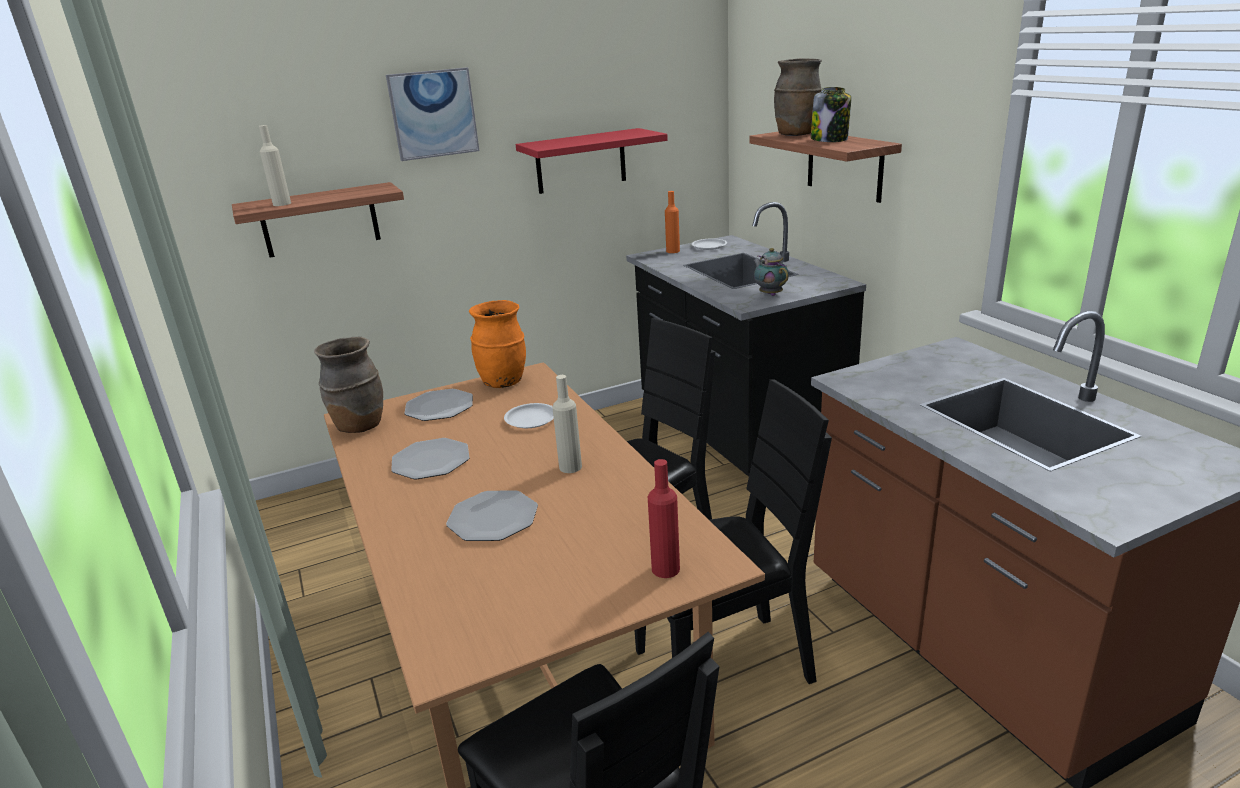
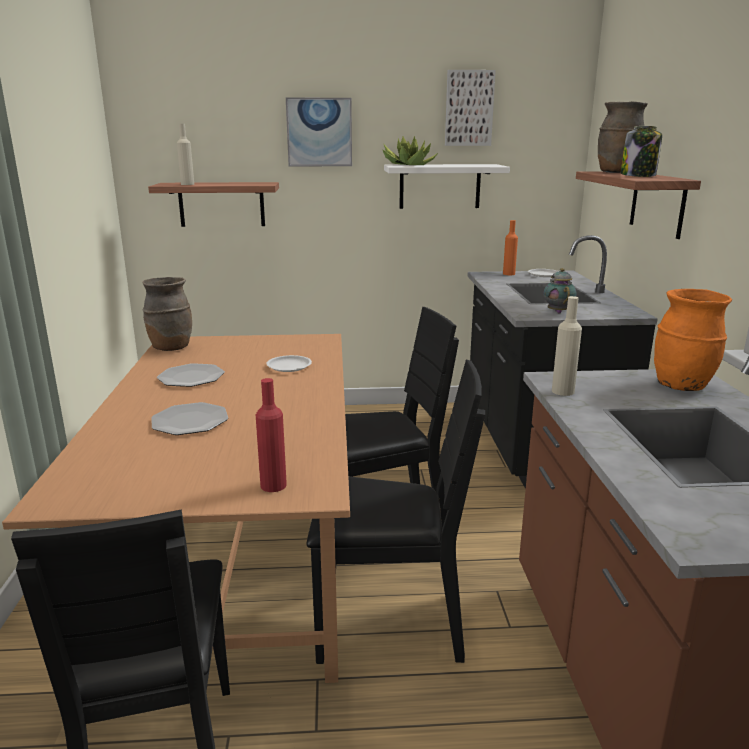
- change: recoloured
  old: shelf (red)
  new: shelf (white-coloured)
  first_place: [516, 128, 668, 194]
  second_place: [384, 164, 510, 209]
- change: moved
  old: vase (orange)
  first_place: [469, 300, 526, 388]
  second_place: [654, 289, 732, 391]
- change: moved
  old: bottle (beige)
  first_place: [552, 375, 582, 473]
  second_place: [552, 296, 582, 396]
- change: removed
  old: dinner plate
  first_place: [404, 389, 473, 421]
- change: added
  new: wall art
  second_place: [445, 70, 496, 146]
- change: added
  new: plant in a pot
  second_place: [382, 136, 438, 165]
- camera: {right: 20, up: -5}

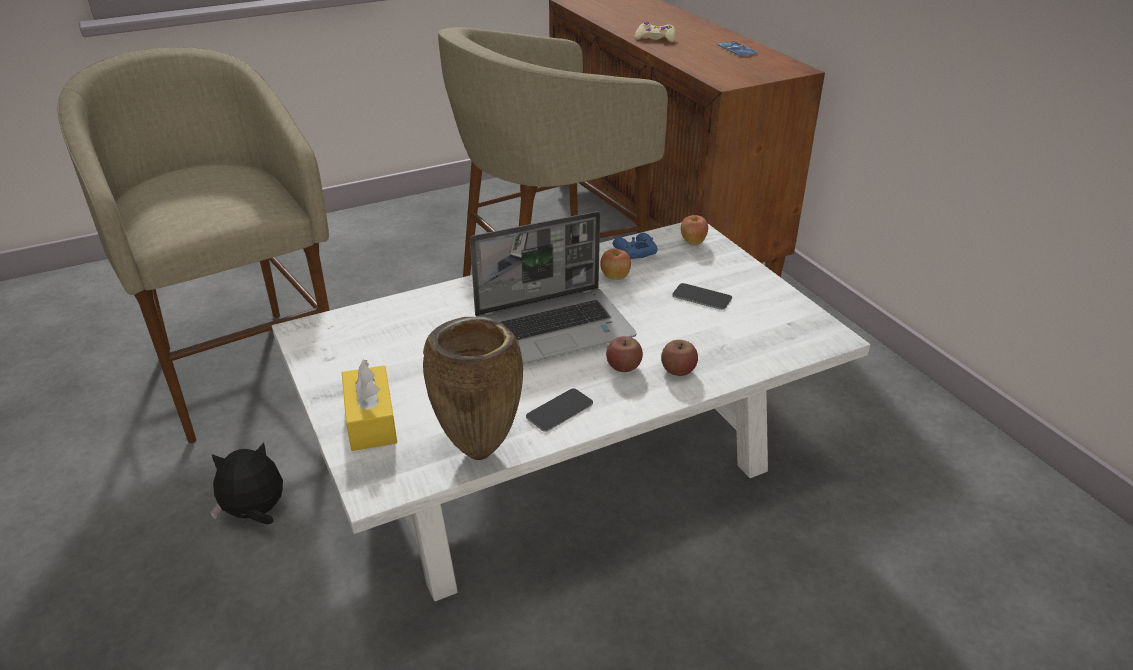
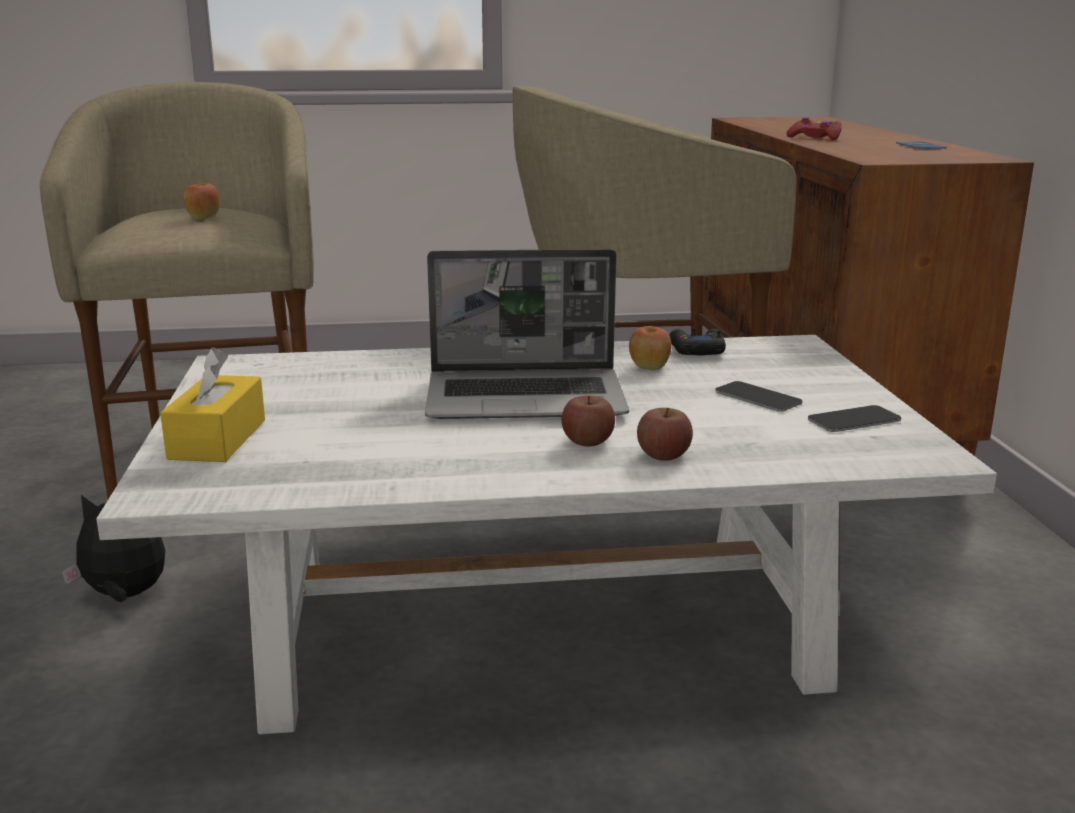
- change: recoloured
  old: joypad (beige)
  new: joypad (red)
  first_place: [635, 22, 675, 42]
  second_place: [787, 117, 842, 140]
- change: moved
  old: apple
  first_place: [681, 215, 708, 246]
  second_place: [183, 183, 220, 220]
- change: recoloured
  old: joypad (blue)
  new: joypad (blackish)
  first_place: [613, 233, 658, 259]
  second_place: [669, 327, 726, 355]
- change: removed
  old: vase (brown-coloured)
  first_place: [423, 317, 523, 460]
- change: moved
  old: handset
  first_place: [526, 388, 593, 432]
  second_place: [808, 405, 901, 432]
- camera: {right: 20, up: -15}

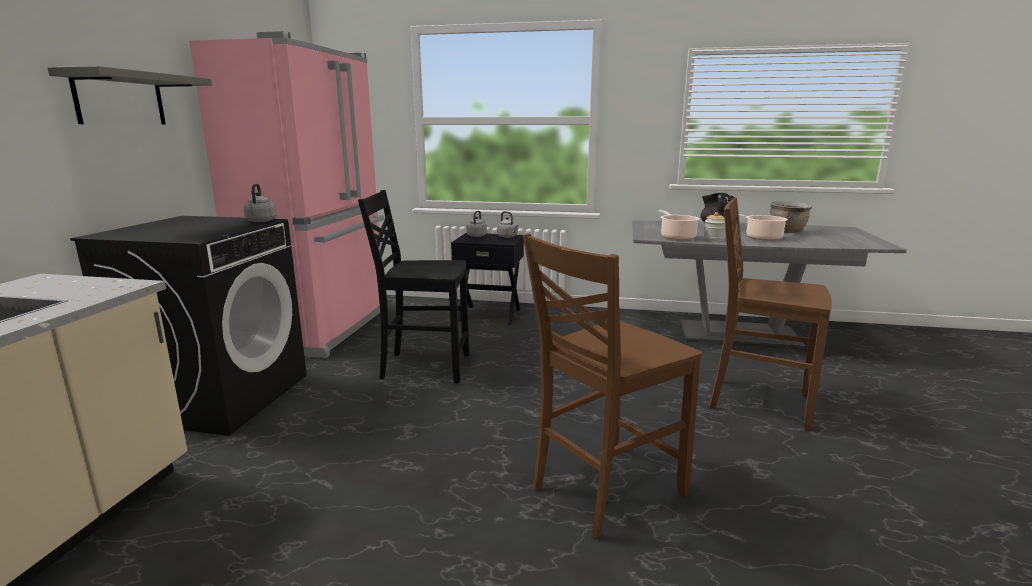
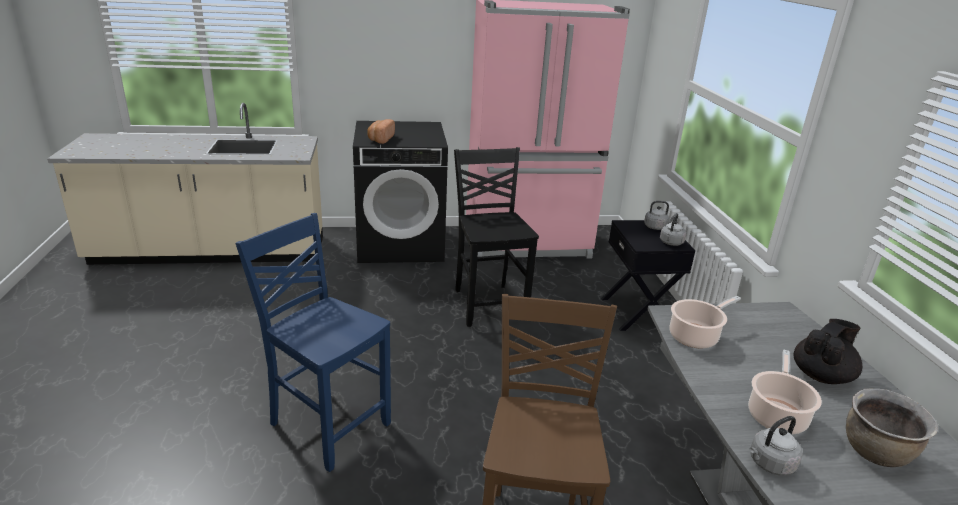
- change: removed
  old: shelf (gray)
  first_place: [47, 66, 212, 124]
- change: moved
  old: kettle (gray)
  first_place: [243, 184, 277, 222]
  second_place: [749, 416, 803, 476]
- change: removed
  old: storage jar
  first_place: [703, 212, 725, 241]
- change: recoloured
  old: plain chair (brown-coloured)
  new: plain chair (blue)
  first_place: [523, 233, 702, 540]
  second_place: [236, 213, 391, 472]
- change: added
  new: baked bread
  second_place: [367, 119, 395, 144]
- camera: {right: 70, up: 10}

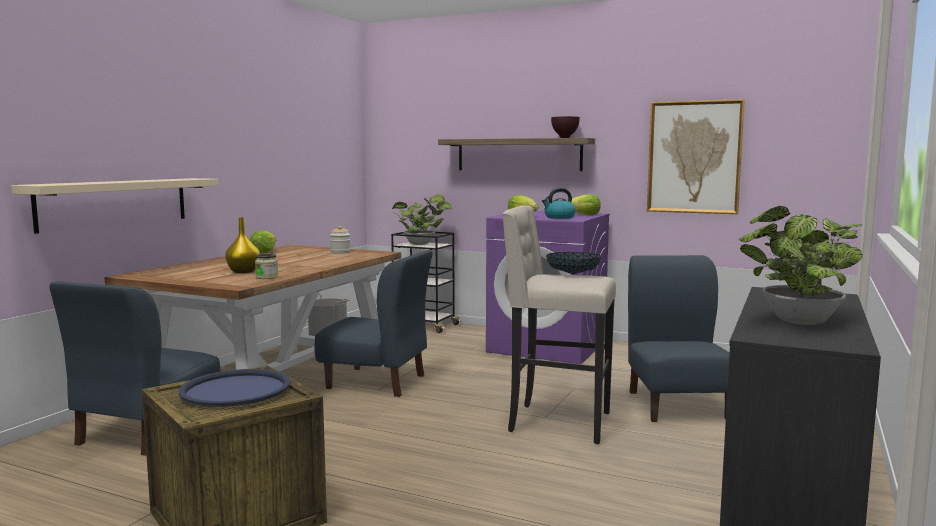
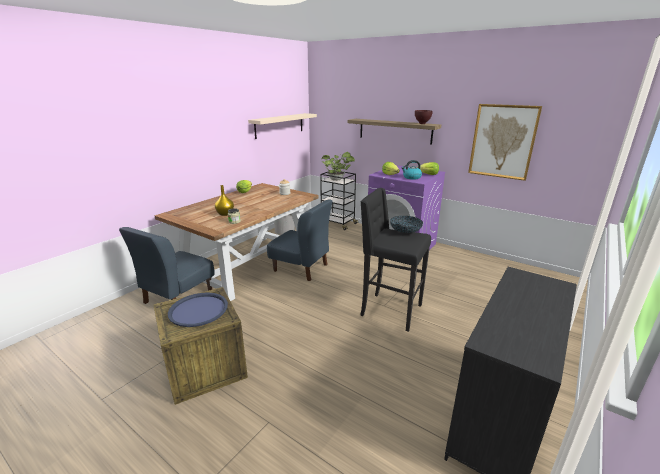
- change: moved
  old: shelf (beige)
  first_place: [11, 178, 219, 234]
  second_place: [248, 113, 317, 139]
- change: recoloured
  old: stool seat (beige)
  new: stool seat (blackish)
  first_place: [502, 205, 616, 444]
  second_place: [360, 188, 431, 332]
- change: removed
  old: plant in a pot
  first_place: [739, 206, 863, 325]
- change: removed
  old: plain chair (blue)
  first_place: [628, 255, 730, 422]
- camera: {right: 10, up: 15}

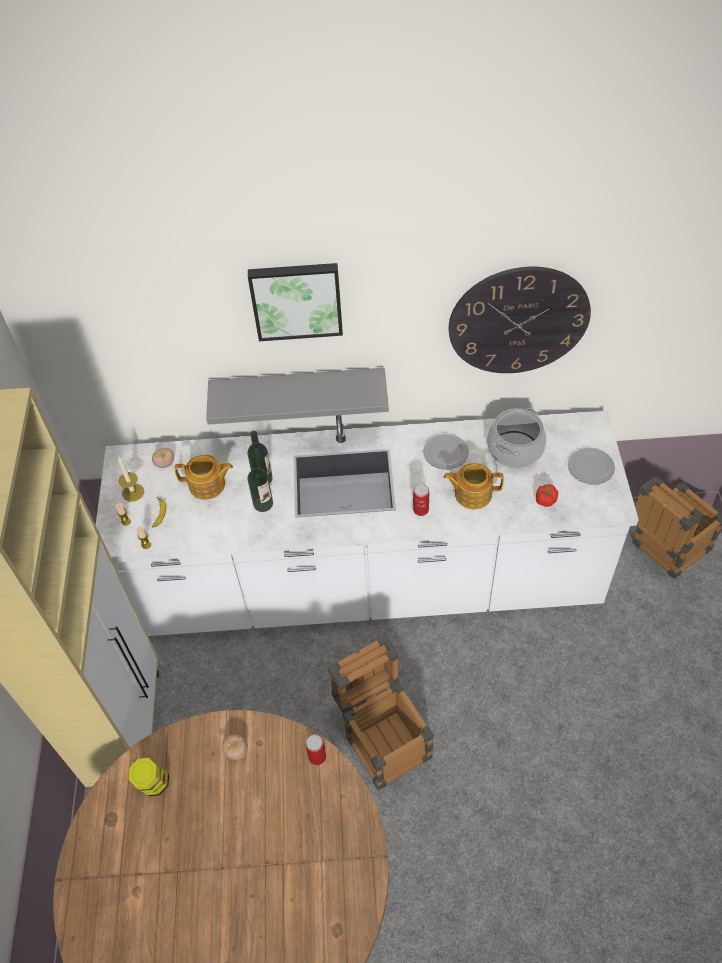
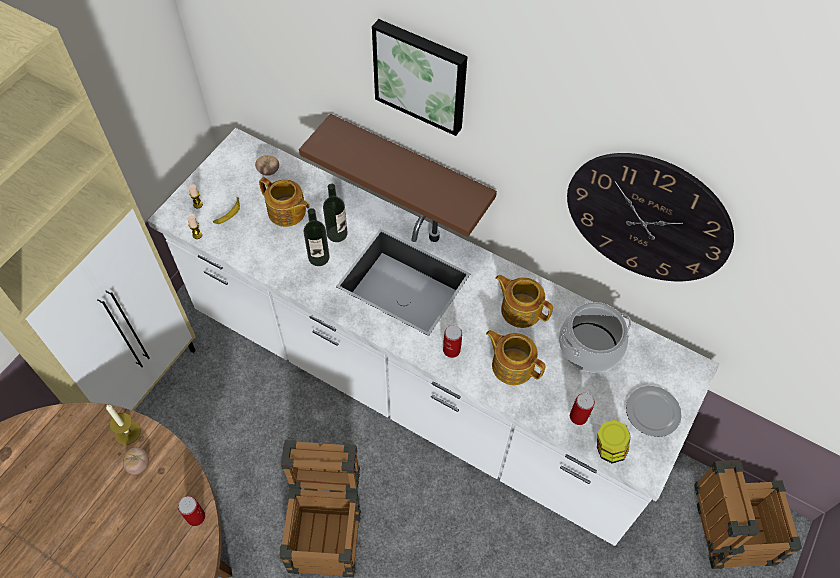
- change: recoloured
  old: shelf (gray)
  new: shelf (brown-coloured)
  first_place: [206, 368, 389, 425]
  second_place: [299, 114, 497, 237]
- change: replaced
  old: dinner plate
  new: tea pot
  first_place: [423, 434, 469, 470]
  second_place: [495, 275, 553, 328]
- change: moved
  old: wax light
  first_place: [118, 457, 144, 502]
  second_place: [106, 405, 141, 445]
- change: replaced
  old: tomato
  new: can
  first_place: [536, 484, 558, 507]
  second_place: [570, 393, 595, 425]
- change: moved
  old: storage jar
  first_place: [128, 758, 169, 796]
  second_place: [597, 420, 631, 464]
- camera: {right: 30, up: 5}

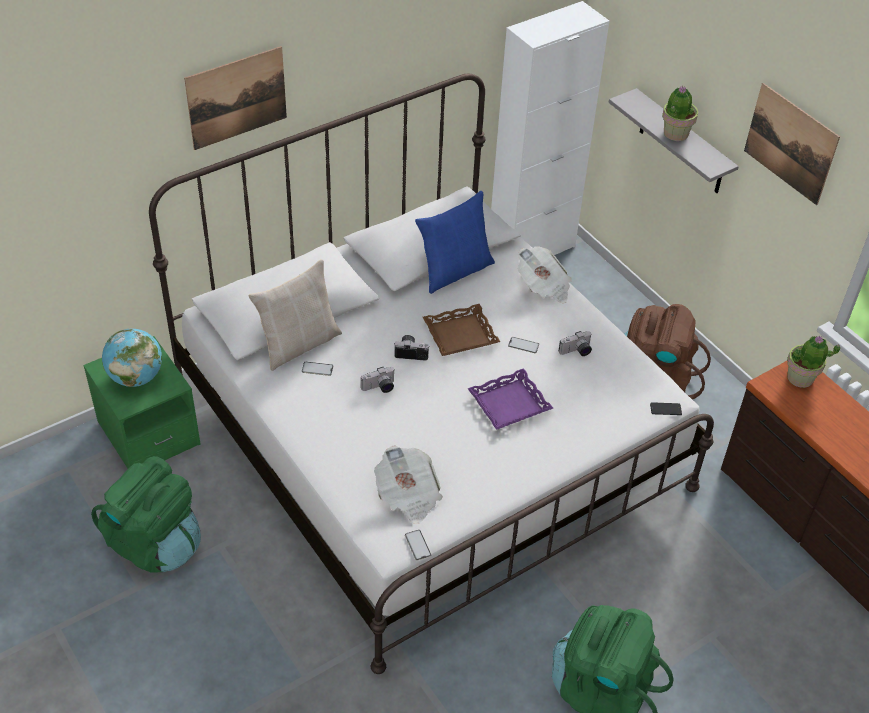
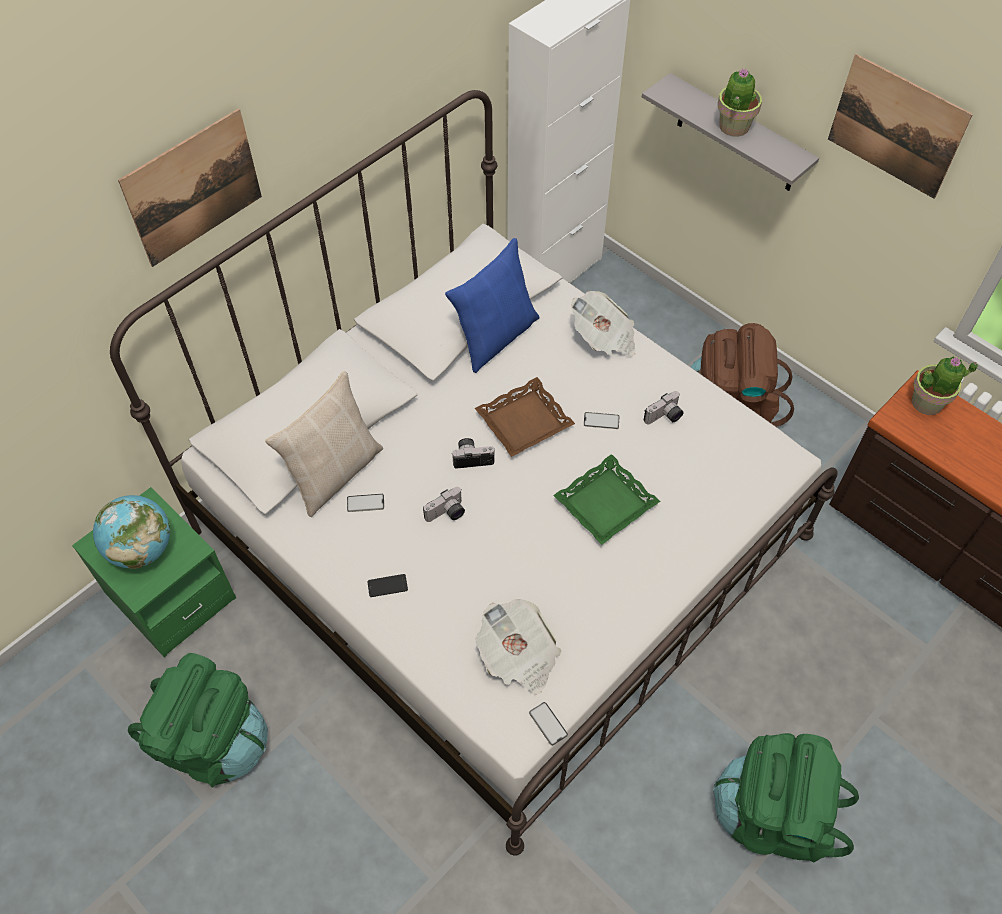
- change: recoloured
  old: serving tray (purplish)
  new: serving tray (greenish)
  first_place: [468, 368, 553, 430]
  second_place: [553, 454, 660, 545]
- change: moved
  old: handset
  first_place: [650, 402, 682, 415]
  second_place: [367, 574, 408, 597]
- camera: {right: -10, up: 10}

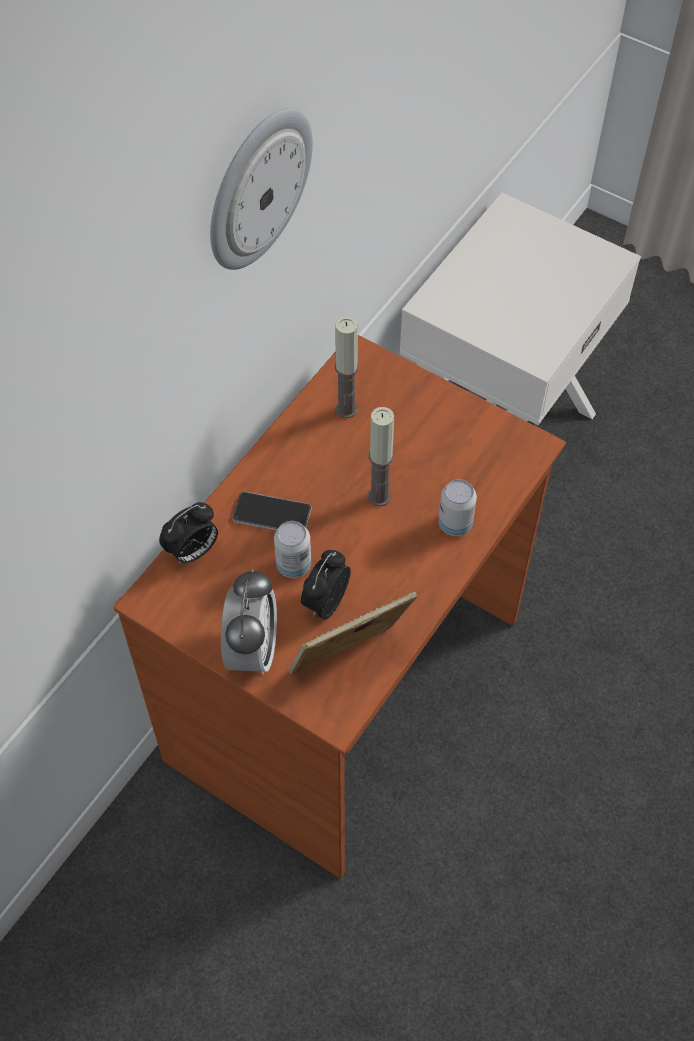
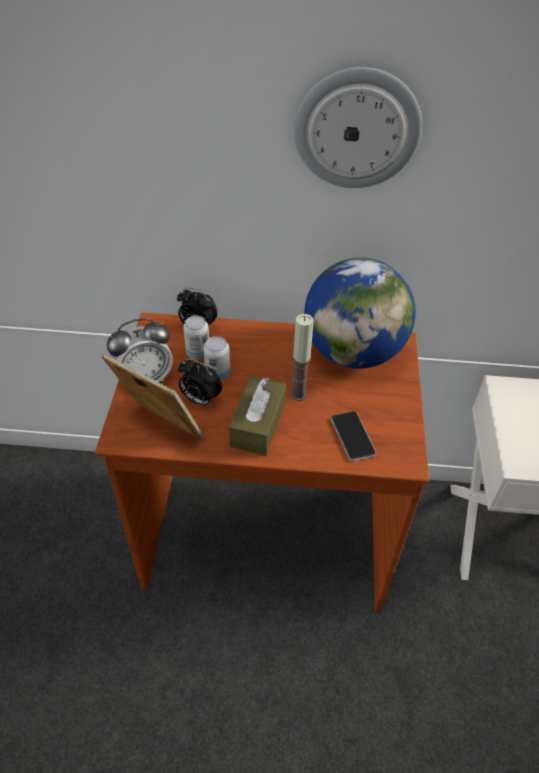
- change: replaced
  old: wax light
  new: globe
  first_place: [335, 316, 359, 418]
  second_place: [304, 258, 416, 369]
- change: moved
  old: can
  first_place: [438, 479, 477, 536]
  second_place: [183, 315, 209, 359]
- change: moved
  old: handset
  first_place: [232, 492, 312, 530]
  second_place: [331, 411, 376, 461]
- change: turned
  old: bedside clock
  first_place: [301, 550, 351, 620]
  second_place: [178, 358, 222, 406]
  degrees: -150
- change: added
  new: tissue box (brown-coloured)
  second_place: [229, 376, 286, 456]
- camera: {right: 60, up: -10}

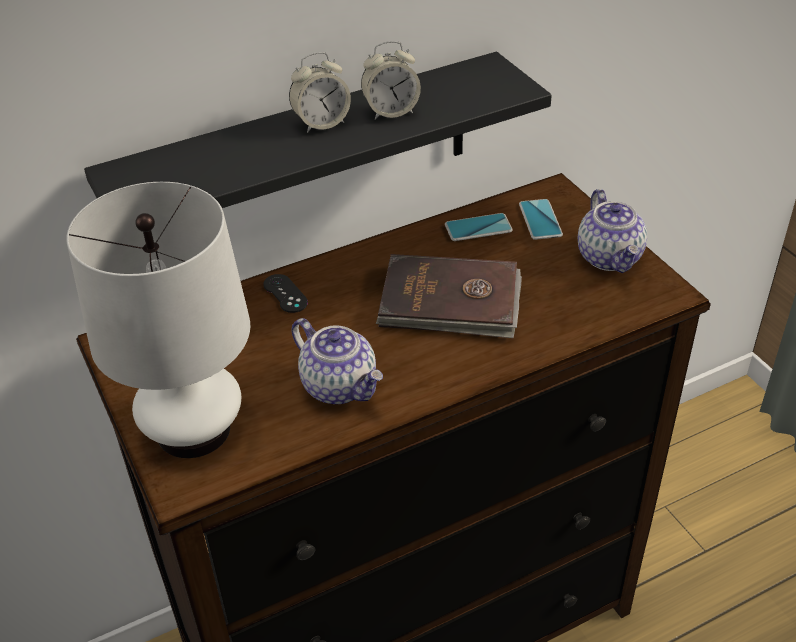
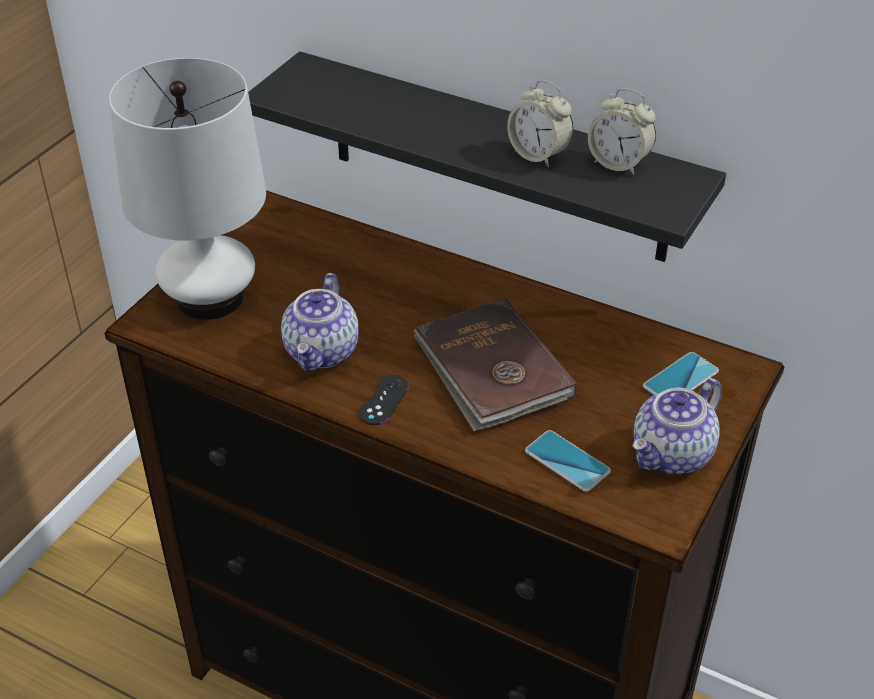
- change: moved
  old: bedside clock
  first_place: [289, 52, 351, 133]
  second_place: [588, 88, 656, 175]
- change: moved
  old: handset
  first_place: [445, 213, 513, 241]
  second_place: [525, 430, 611, 492]
- change: moved
  old: joypad (blackish)
  first_place: [263, 274, 308, 313]
  second_place: [359, 375, 408, 425]
- camera: {right: 55, up: 0}

